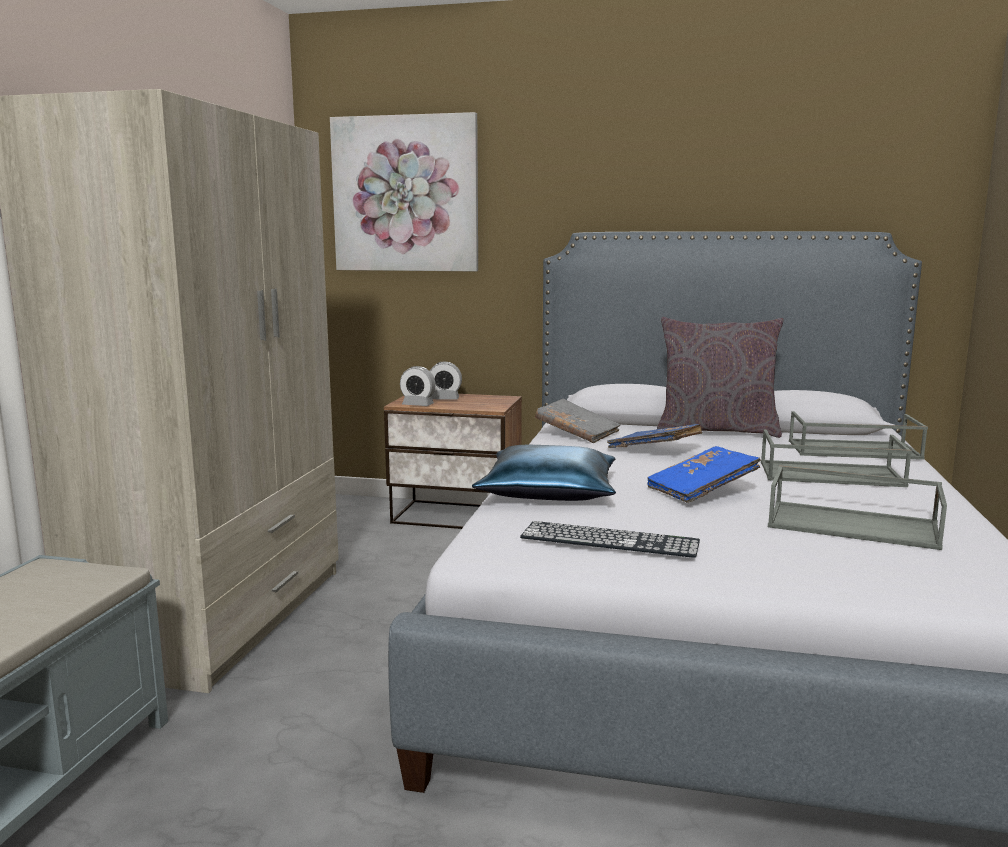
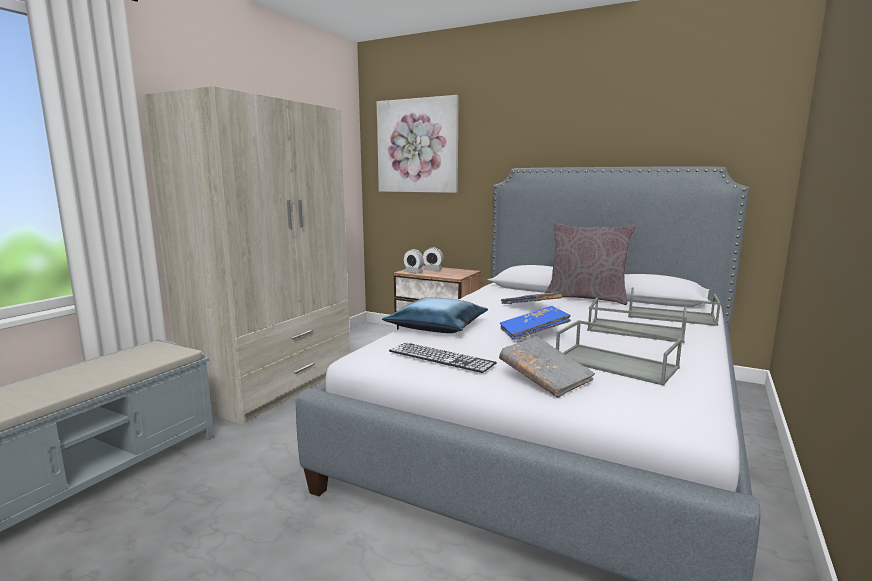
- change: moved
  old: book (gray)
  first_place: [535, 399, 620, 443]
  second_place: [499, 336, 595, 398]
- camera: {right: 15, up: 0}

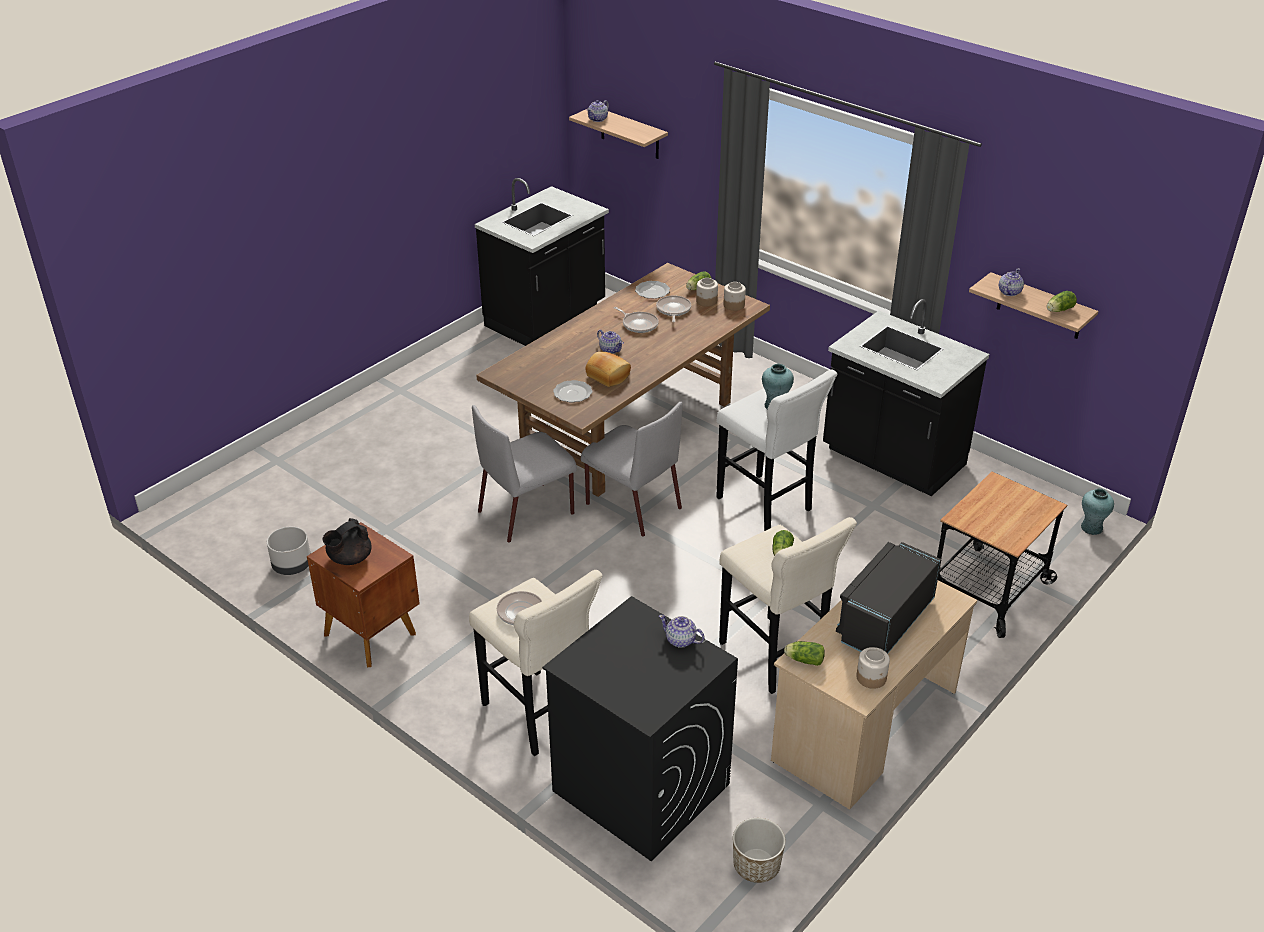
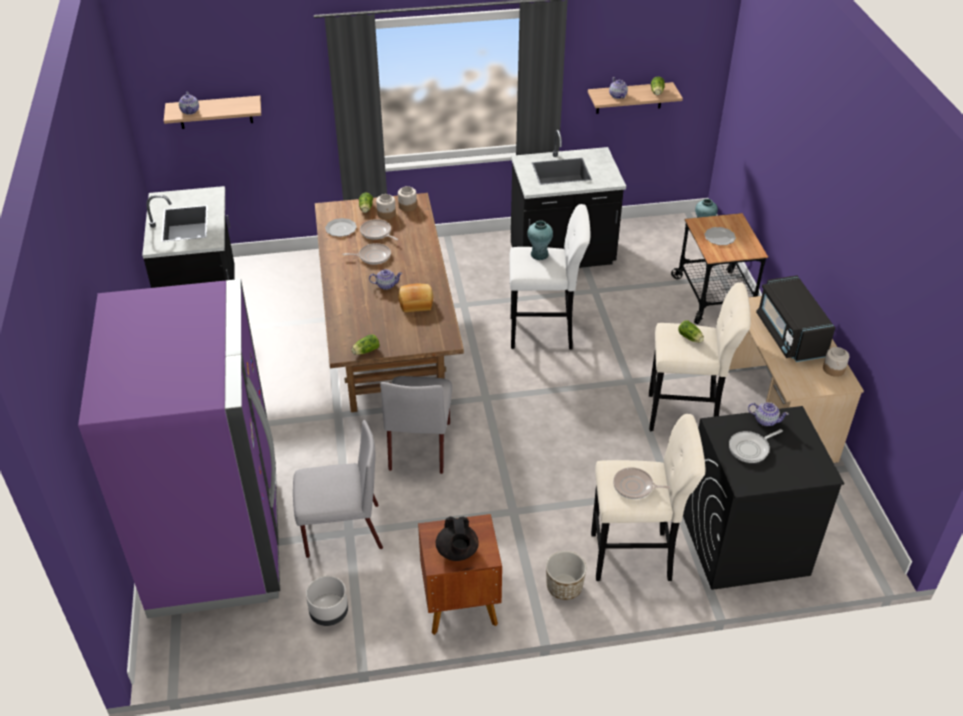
- change: moved
  old: dinner plate
  first_place: [553, 380, 592, 403]
  second_place: [704, 227, 736, 245]
- change: moved
  old: plain chair (gray)
  first_place: [581, 402, 683, 537]
  second_place: [293, 420, 383, 558]
- change: turned
  old: tea pot
  first_place: [659, 615, 705, 648]
  second_place: [748, 402, 789, 426]
  degrees: -135
- change: moved
  old: head of lettuce
  first_place: [784, 641, 825, 666]
  second_place: [351, 334, 380, 355]
- change: moved
  old: planter
  first_place: [733, 818, 786, 883]
  second_place: [546, 551, 586, 600]
- change: added
  new: kitchen fridge (purplish)
  second_place: [78, 279, 280, 618]
- change: added
  new: skillet
  second_place: [729, 429, 783, 463]
- camera: {right: -50, up: 5}

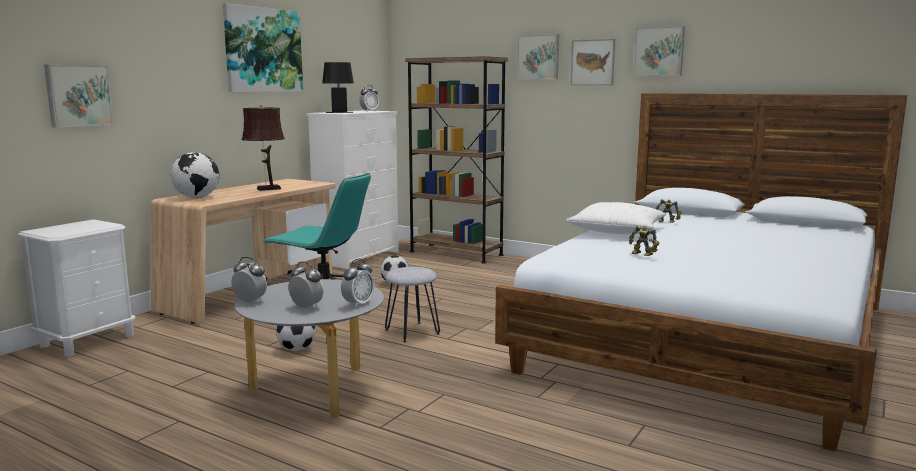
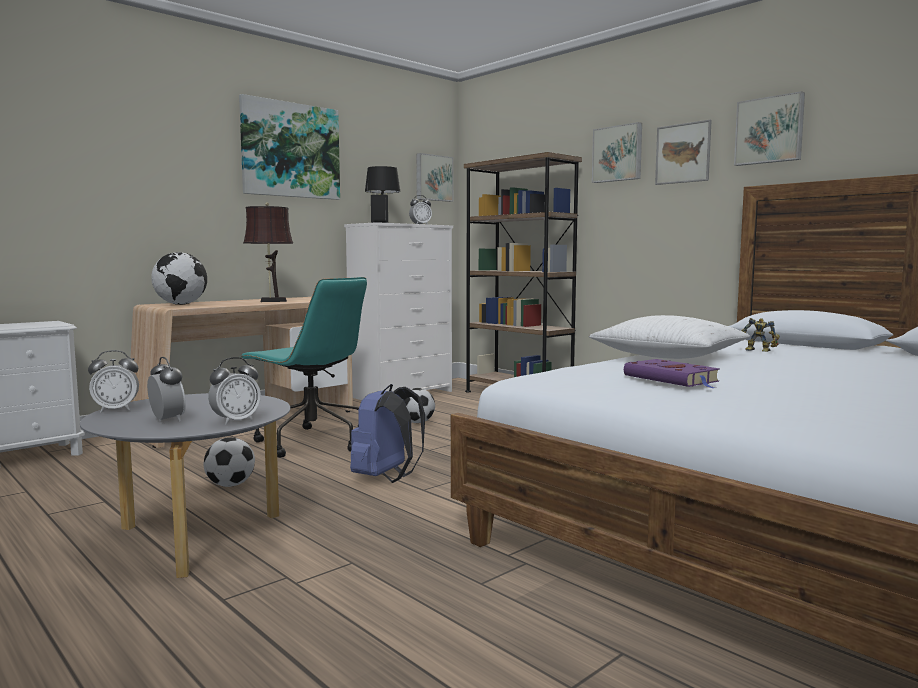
- change: moved
  old: wall art
  first_place: [44, 65, 114, 128]
  second_place: [416, 153, 453, 202]
- change: replaced
  old: toy robot
  new: book (purplish)
  first_place: [629, 225, 659, 256]
  second_place: [624, 359, 720, 388]
- change: turned
  old: bedside clock
  first_place: [231, 257, 267, 303]
  second_place: [88, 350, 139, 413]
  degrees: 120
- change: replaced
  old: stool seat (gray)
  new: knapsack (blue)
  first_place: [385, 267, 440, 342]
  second_place: [350, 384, 425, 483]
- camera: {right: 15, up: -5}

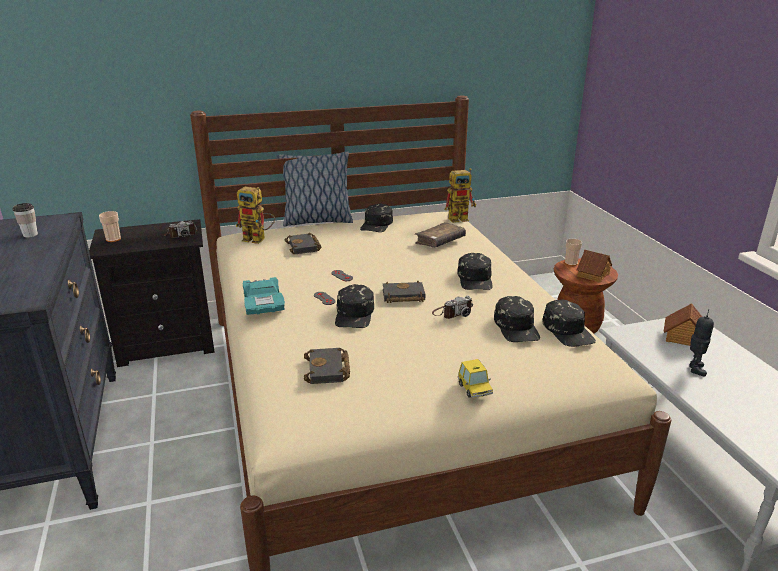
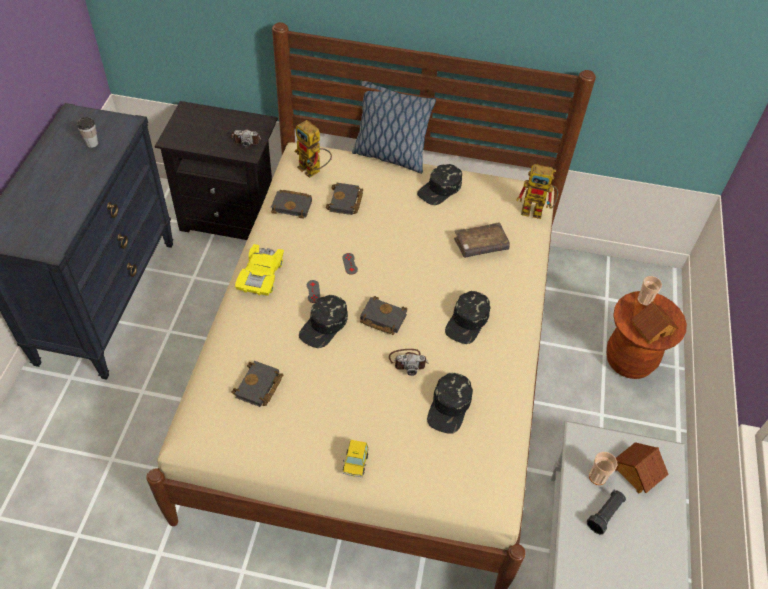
- change: moved
  old: drinking cup
  first_place: [99, 211, 121, 242]
  second_place: [589, 452, 617, 485]
- change: recoloured
  old: miniature car (turquoise)
  new: miniature car (yellow)
  first_place: [243, 277, 285, 315]
  second_place: [235, 244, 284, 296]
- change: removed
  old: cap (blackish)
  first_place: [543, 299, 596, 347]
- change: replaced
  old: toy robot
  new: flashlight (blackish)
  first_place: [689, 309, 714, 377]
  second_place: [587, 489, 626, 534]
- change: added
  new: book (blackish)
  second_place: [271, 190, 312, 219]
- camera: {right: 25, up: 25}

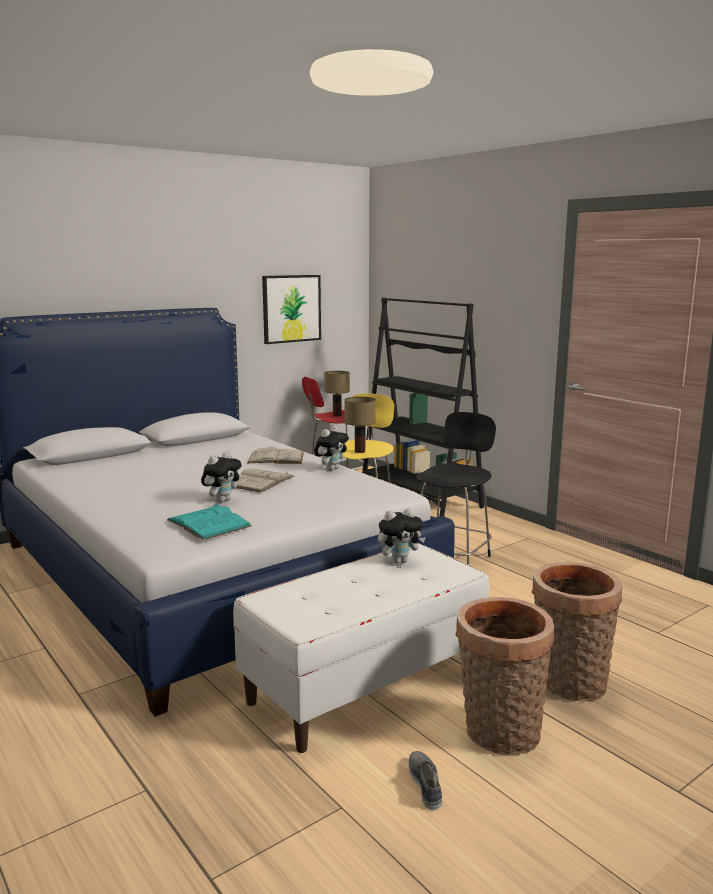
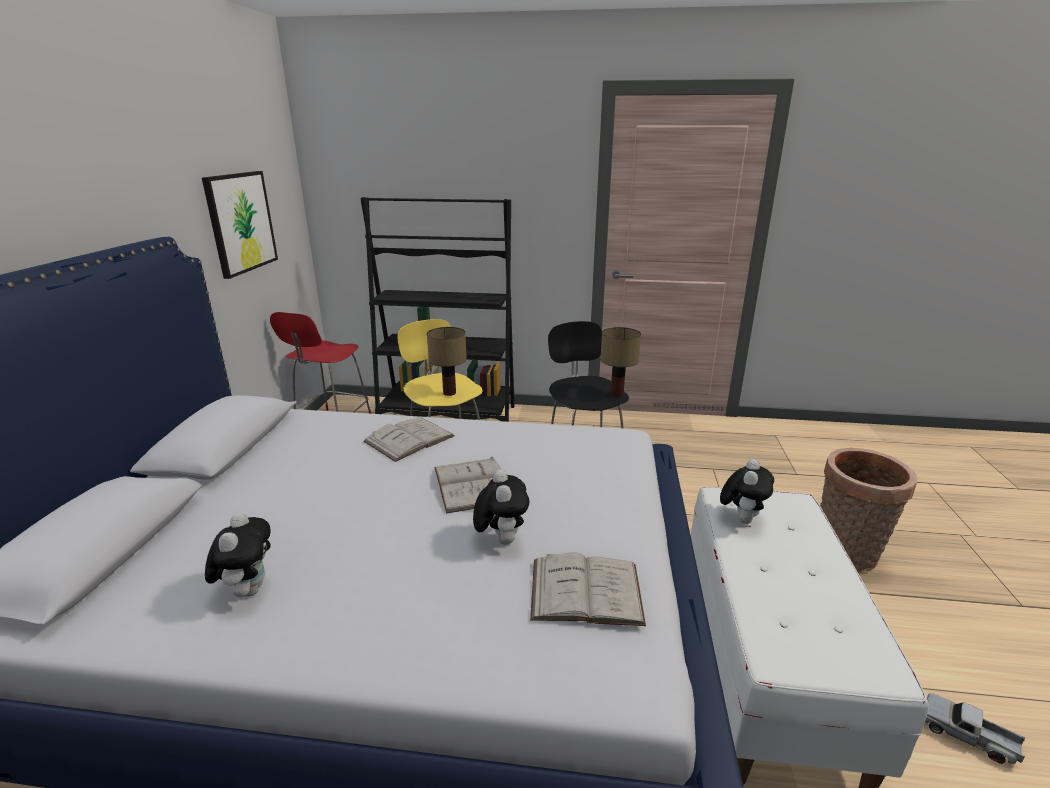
- change: moved
  old: tabletop lamp
  first_place: [324, 371, 350, 416]
  second_place: [601, 327, 641, 397]
- change: moved
  old: plush toy
  first_place: [314, 426, 349, 470]
  second_place: [205, 512, 271, 597]
- change: recoloured
  old: book (turquoise)
  new: book (white-coloured)
  first_place: [167, 503, 251, 540]
  second_place: [530, 552, 646, 626]
- change: removed
  old: basket
  first_place: [455, 597, 555, 755]
- change: replaced
  old: item of footwear (gray)
  new: model truck
  first_place: [409, 751, 442, 810]
  second_place: [925, 693, 1025, 764]
- camera: {right: -45, up: 10}

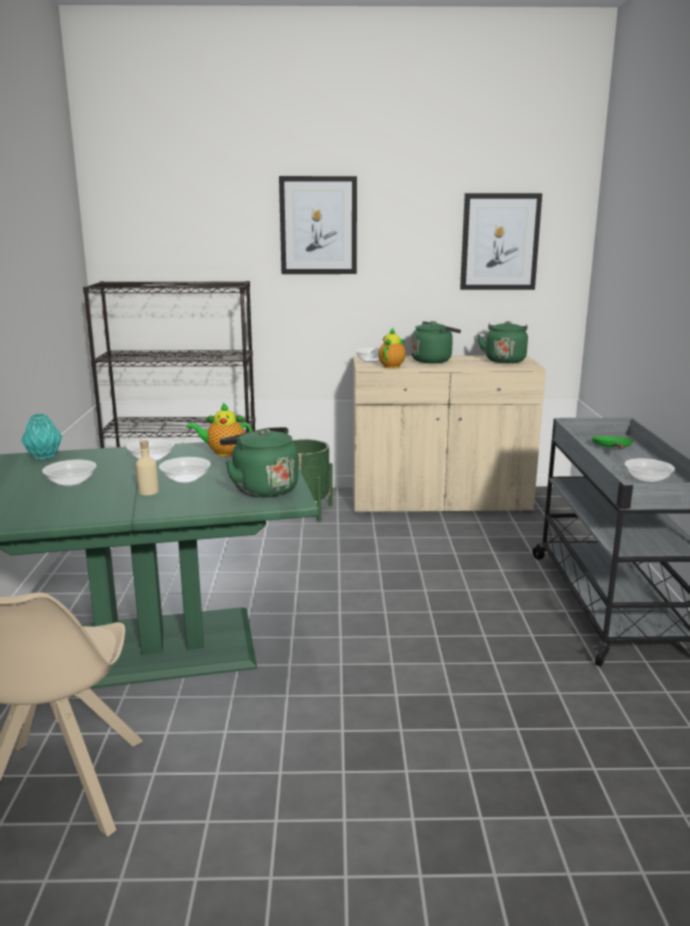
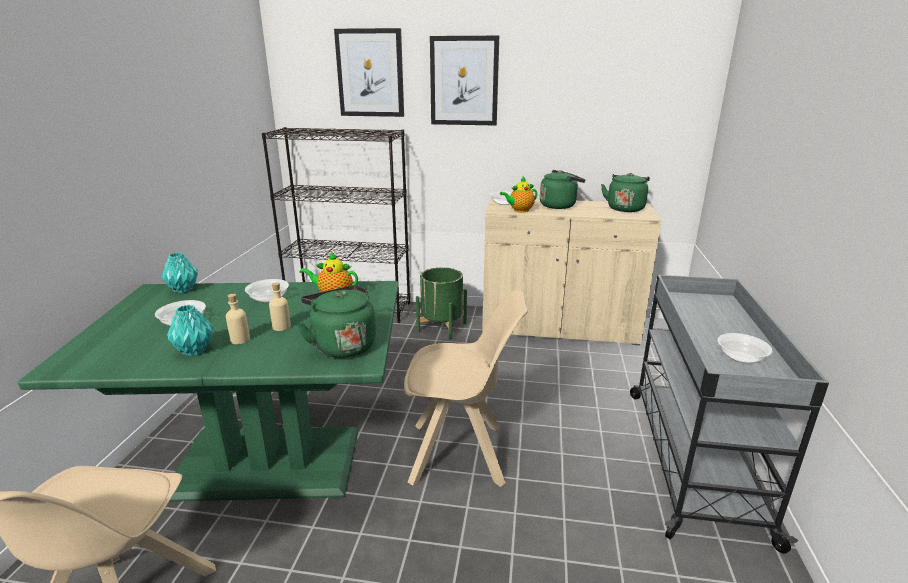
- change: moved
  old: wall art
  first_place: [460, 193, 542, 290]
  second_place: [334, 28, 404, 117]
- change: turned
  old: tea pot
  first_place: [378, 328, 406, 369]
  second_place: [500, 177, 537, 212]
  degrees: -150
- change: removed
  old: skillet (greenish)
  first_place: [592, 436, 634, 448]
- change: replaced
  old: deep dish
  new: bottle (beige)
  first_place: [159, 457, 211, 484]
  second_place: [269, 282, 291, 331]
- change: added
  new: plain chair (beige)
  second_place: [404, 290, 528, 487]
- change: added
  new: vase (turquoise)
  second_place: [167, 305, 214, 356]
- camera: {right: 10, up: 5}

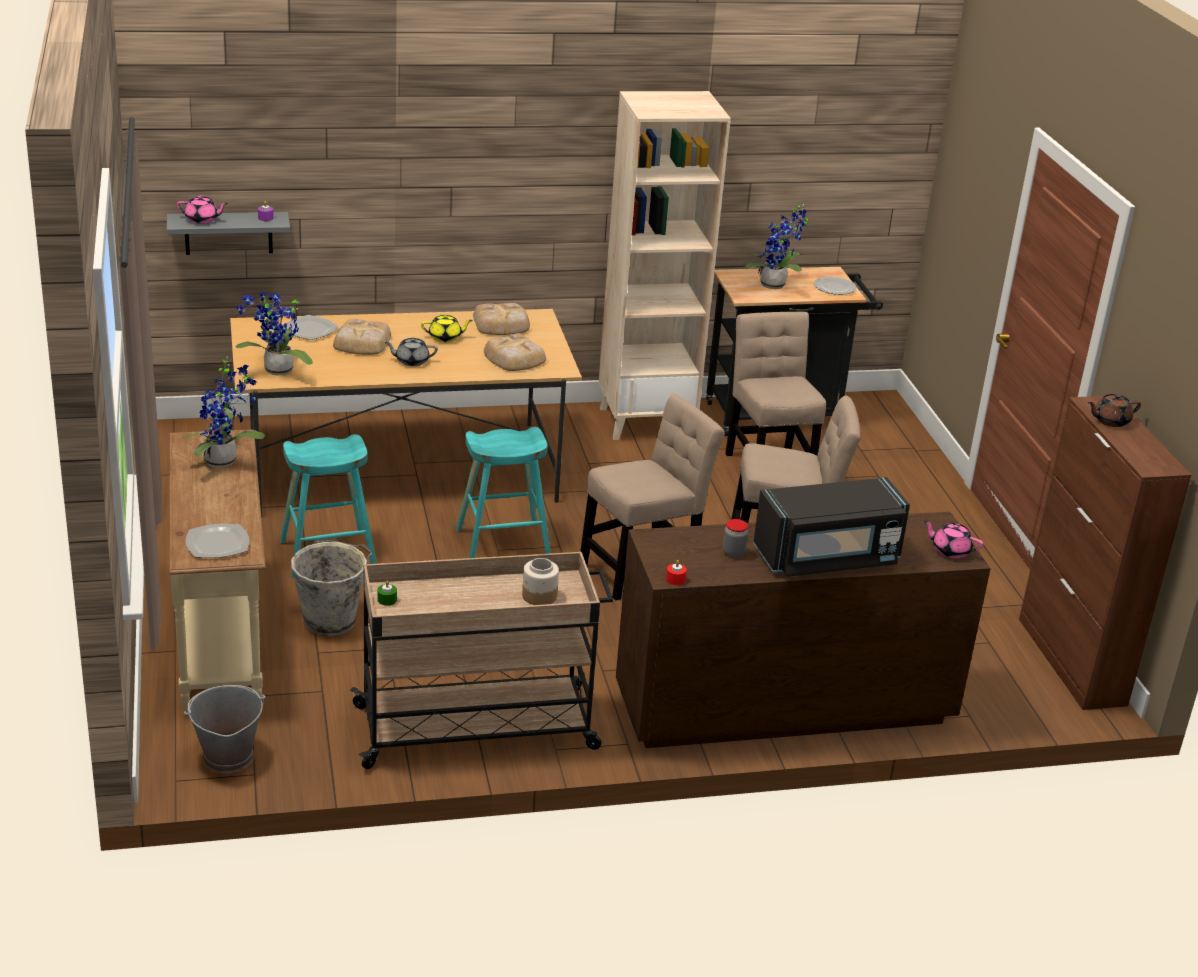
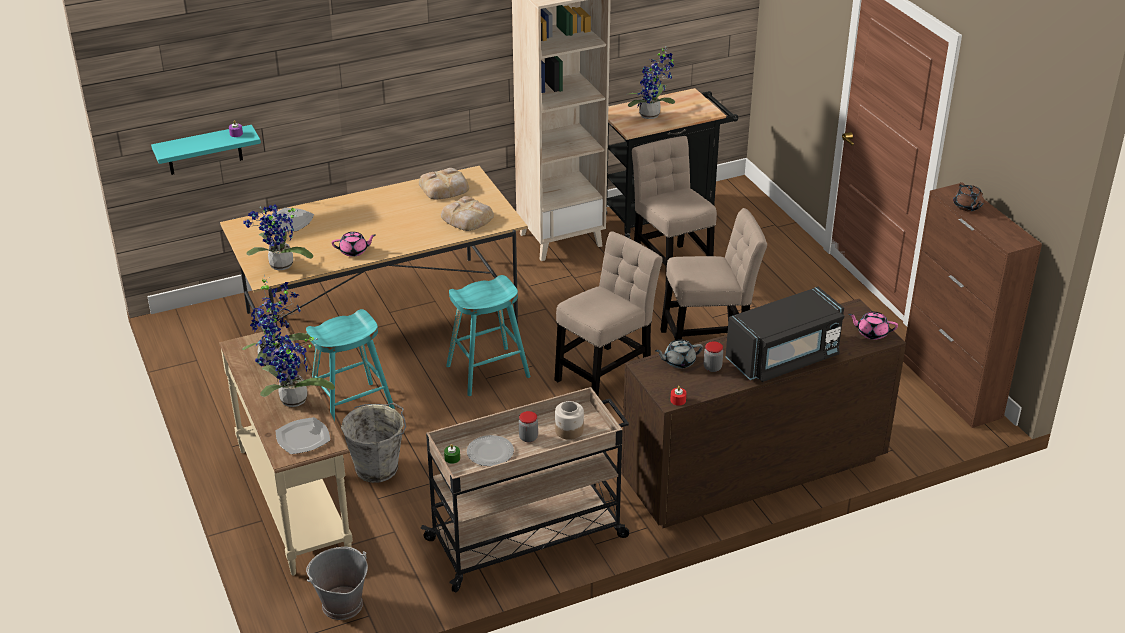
- change: moved
  old: tea pot (pinkish)
  first_place: [177, 195, 228, 224]
  second_place: [332, 232, 376, 257]
- change: recoloured
  old: shelf (gray)
  new: shelf (turquoise)
  first_place: [167, 212, 290, 255]
  second_place: [151, 125, 261, 175]
- change: moved
  old: dinner plate
  first_place: [814, 276, 857, 295]
  second_place: [467, 435, 514, 466]
- change: removed
  old: tea pot (yellow)
  first_place: [421, 314, 473, 342]
- change: removed
  old: baked bread
  first_place: [333, 319, 391, 355]
- change: moved
  old: tea pot (gray)
  first_place: [384, 337, 438, 366]
  second_place: [655, 340, 703, 369]
- change: turned
  old: tea pot (brown-coloured)
  first_place: [1087, 394, 1141, 427]
  second_place: [953, 182, 984, 211]
  degrees: -75
- change: added
  new: plant in a pot
  second_place: [255, 335, 335, 407]
- change: added
  new: storage jar
  second_place: [519, 411, 538, 442]
- camera: {right: -10, up: 5}

